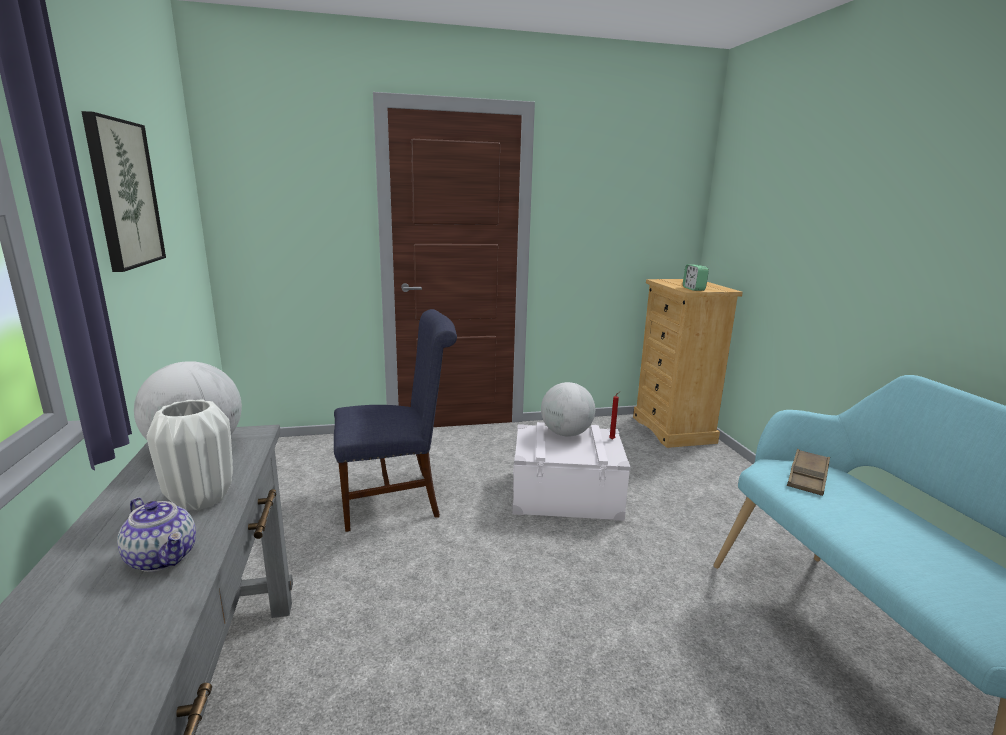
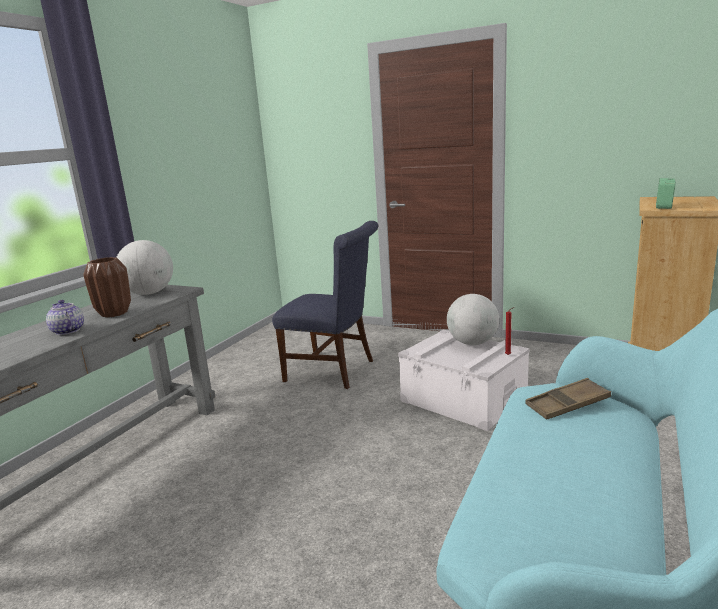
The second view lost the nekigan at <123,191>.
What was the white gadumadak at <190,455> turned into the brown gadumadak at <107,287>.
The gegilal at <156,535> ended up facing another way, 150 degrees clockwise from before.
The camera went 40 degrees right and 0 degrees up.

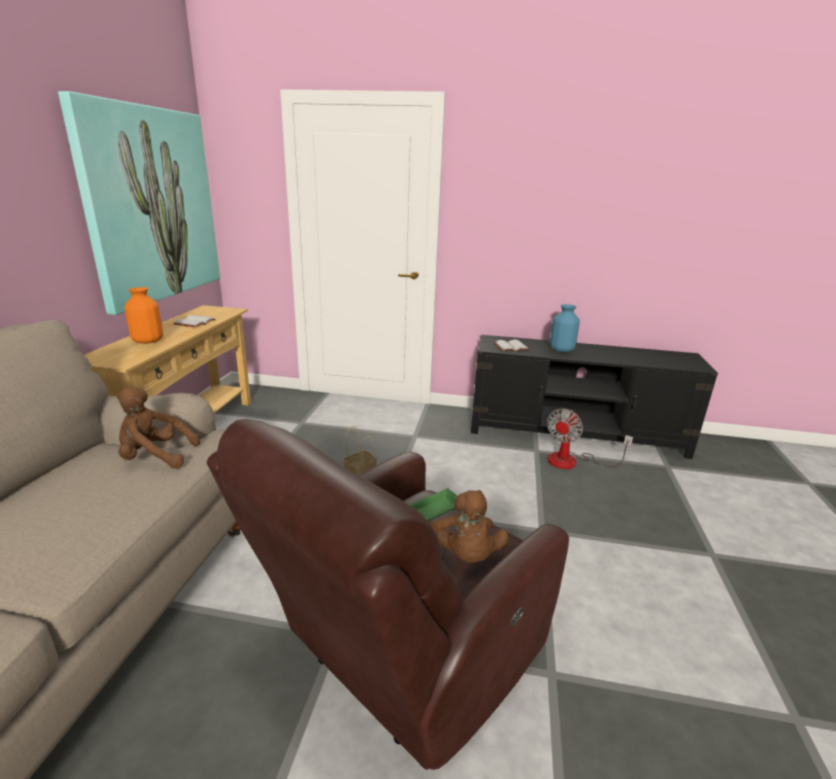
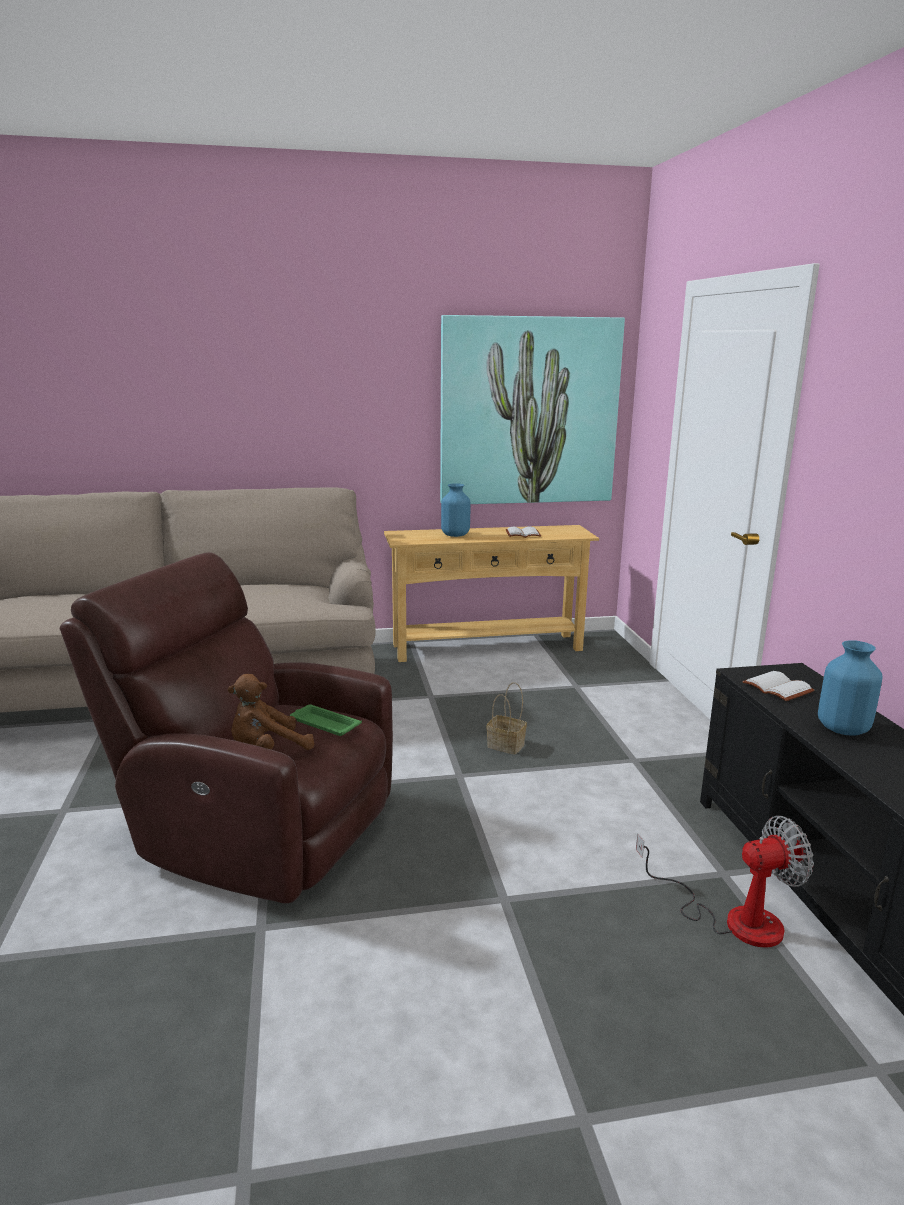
What was the orange gadumadak at <144,315> turned into the blue gadumadak at <455,510>.
The second view lost the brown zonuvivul at <158,428>.
The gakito at <590,439> ended up facing another way, 150 degrees clockwise from before.
The camera went 70 degrees right and 5 degrees down.

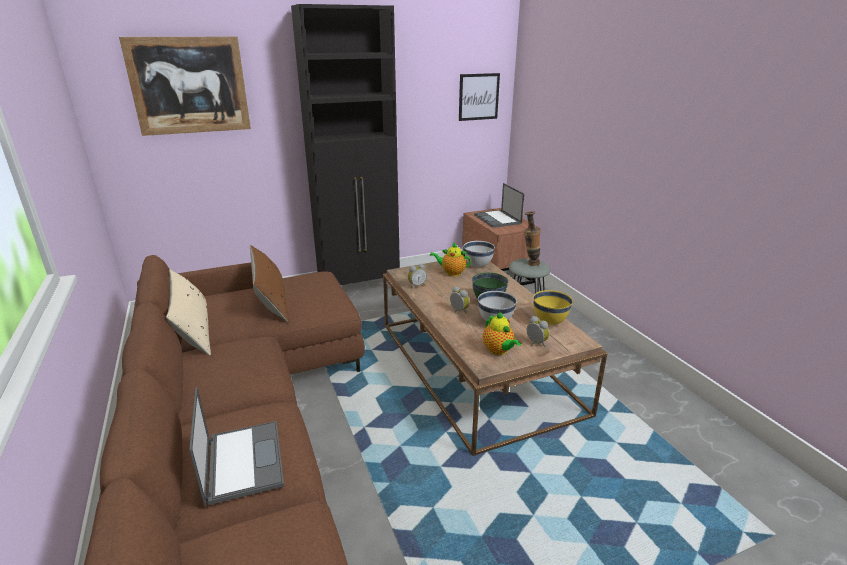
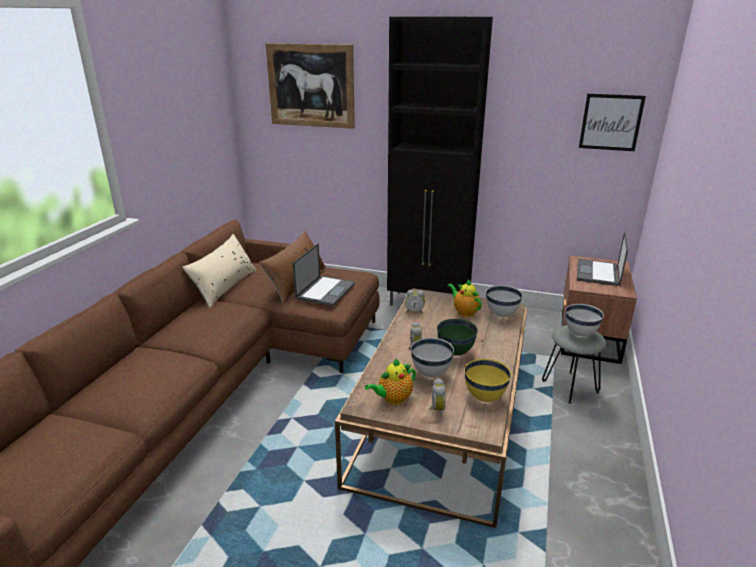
Where the gadumadak stood at <531,238>, the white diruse came to stand at <585,320>.
The gegilal at <502,333> ended up facing another way, 45 degrees clockwise from before.
The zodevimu ended up elsewhere, having gone from <236,446> to <324,274>.
The camera went 40 degrees right and 0 degrees up.

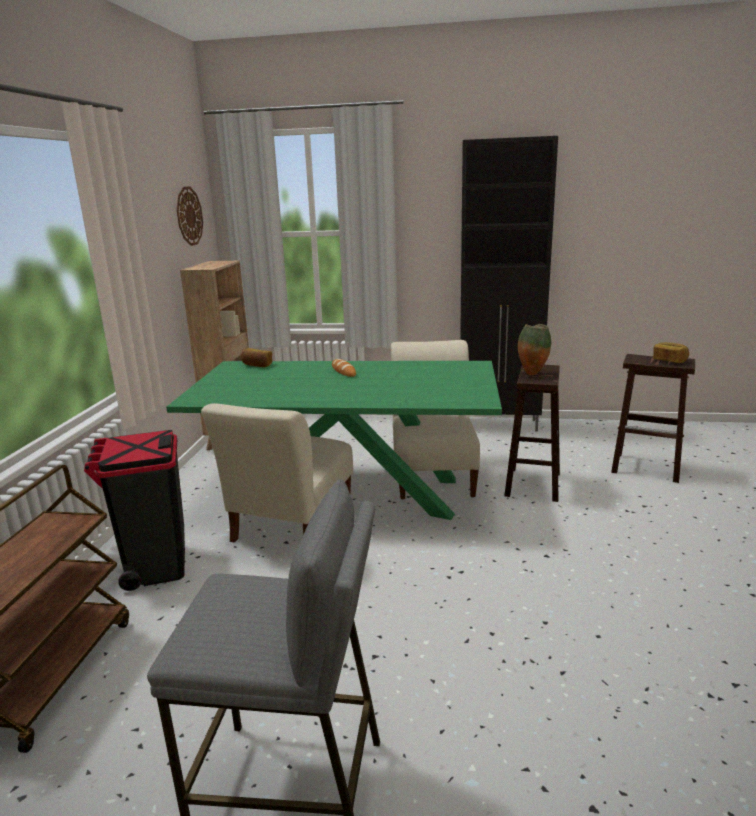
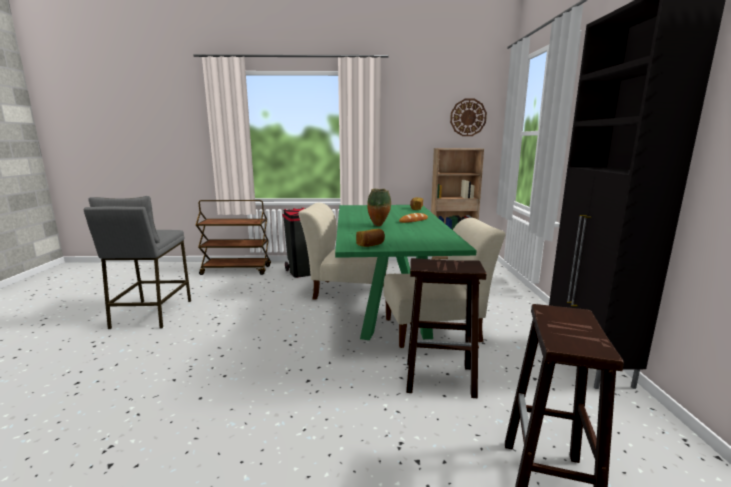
The gadumadak ended up elsewhere, having gone from <534,349> to <379,207>.
The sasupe ended up elsewhere, having gone from <671,352> to <370,238>.
The camera went 80 degrees right and 5 degrees down.

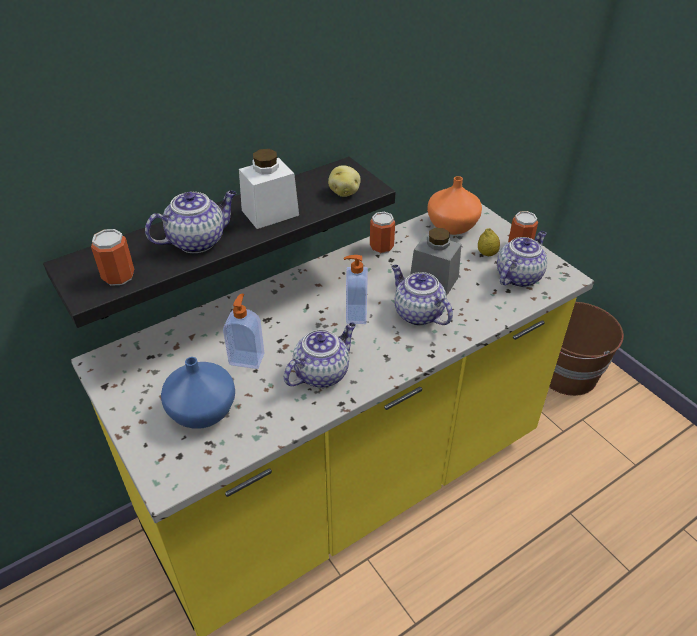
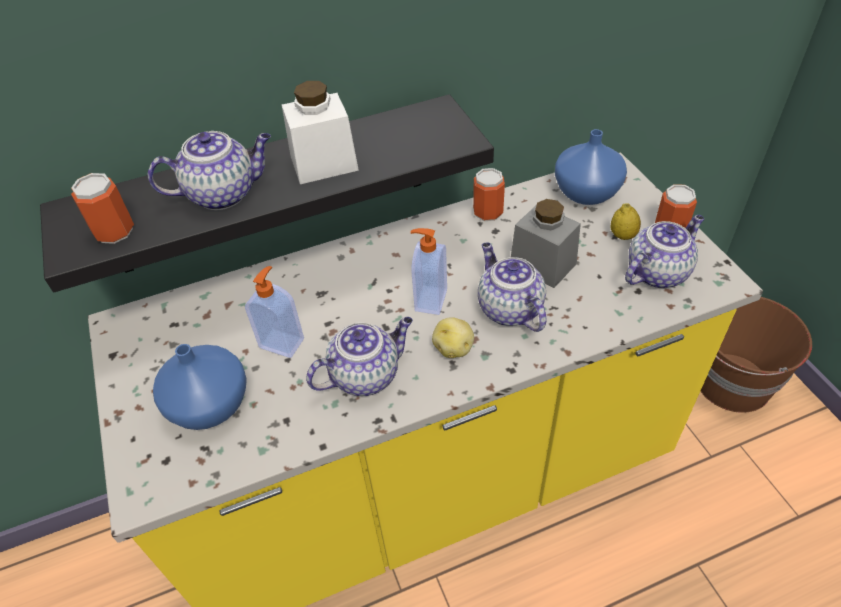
The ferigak ended up elsewhere, having gone from <344,181> to <453,337>.
What was the orange gadumadak at <454,205> turned into the blue gadumadak at <591,167>.
The camera went 15 degrees right and 5 degrees up.

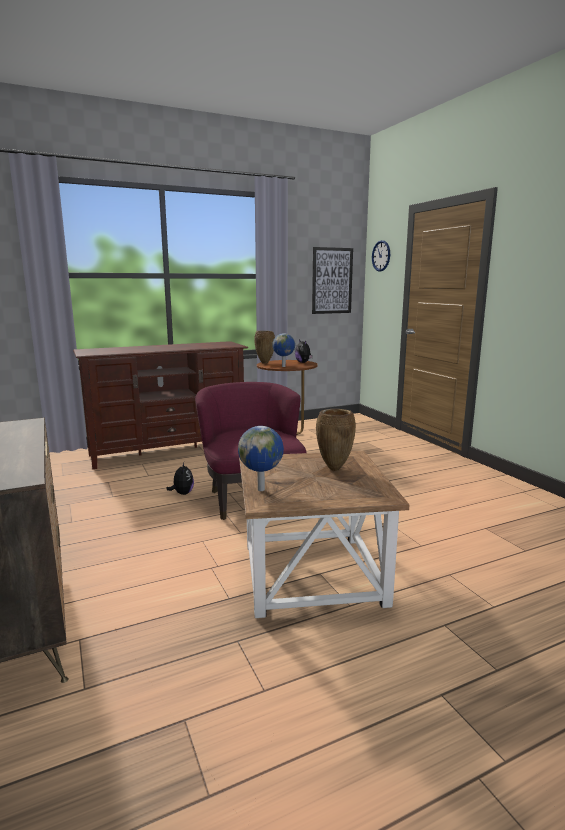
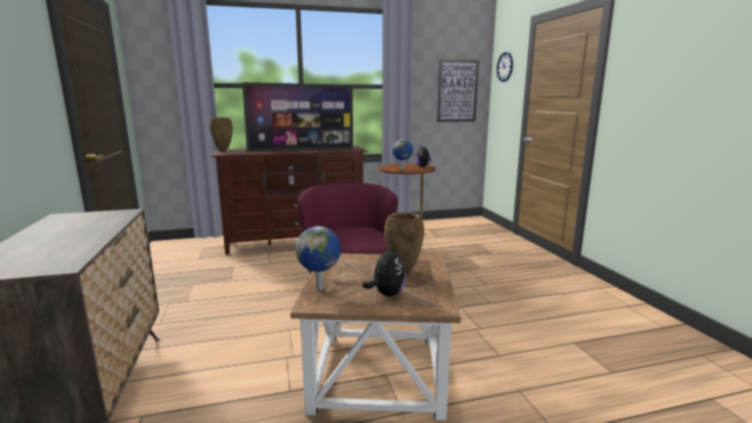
The brown gadumadak ended up elsewhere, having gone from <264,347> to <221,134>.
The zonuvivul ended up elsewhere, having gone from <180,479> to <384,271>.
The second view gained the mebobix at <297,117>.
The camera went 10 degrees right and 0 degrees up.

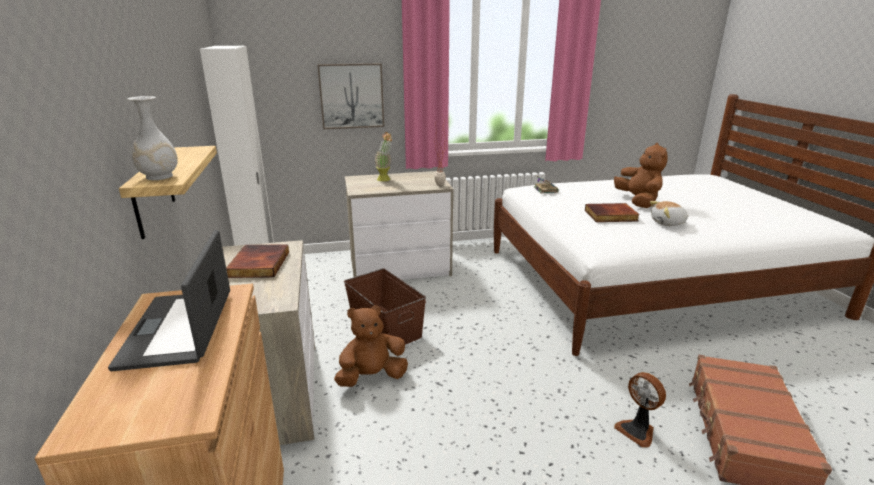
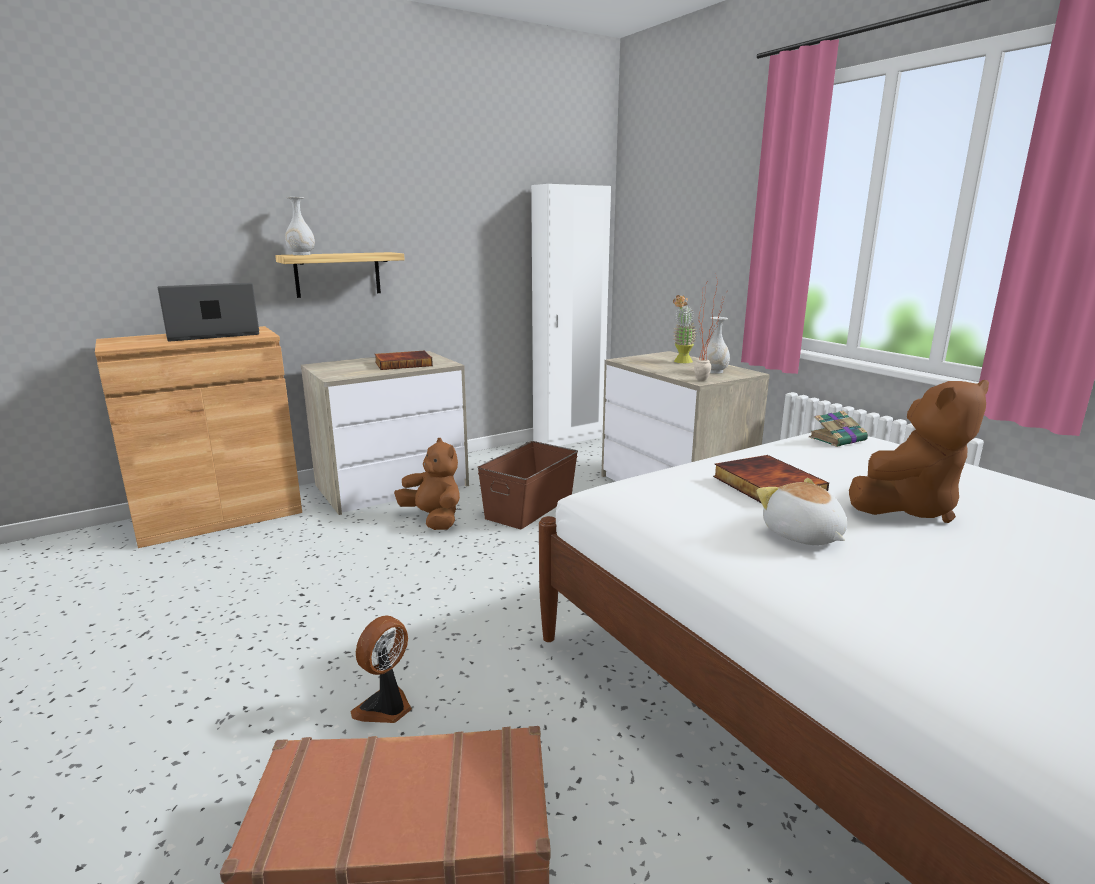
The second view lost the nekigan at <350,96>.
The second view gained the white gadumadak at <716,345>.
The camera went 70 degrees right and 5 degrees down.

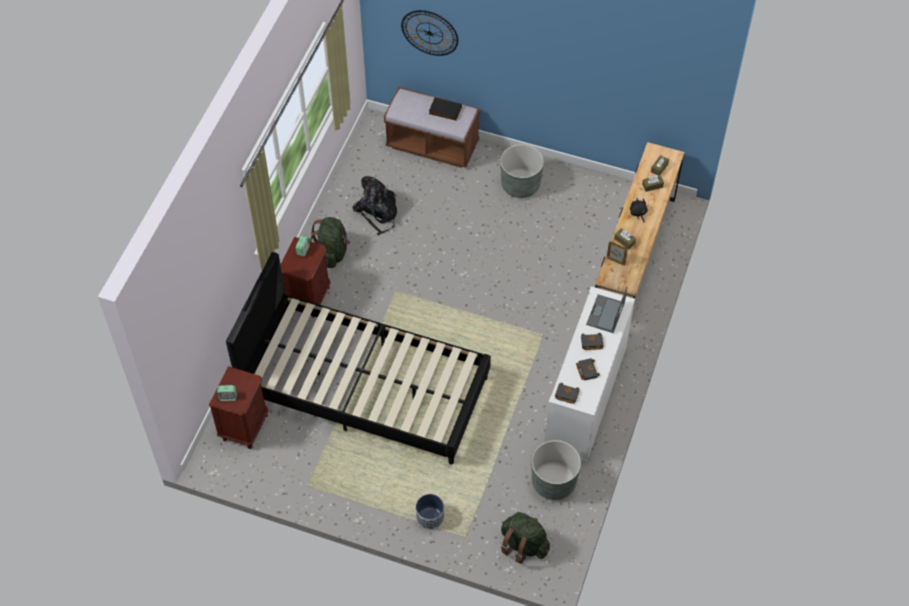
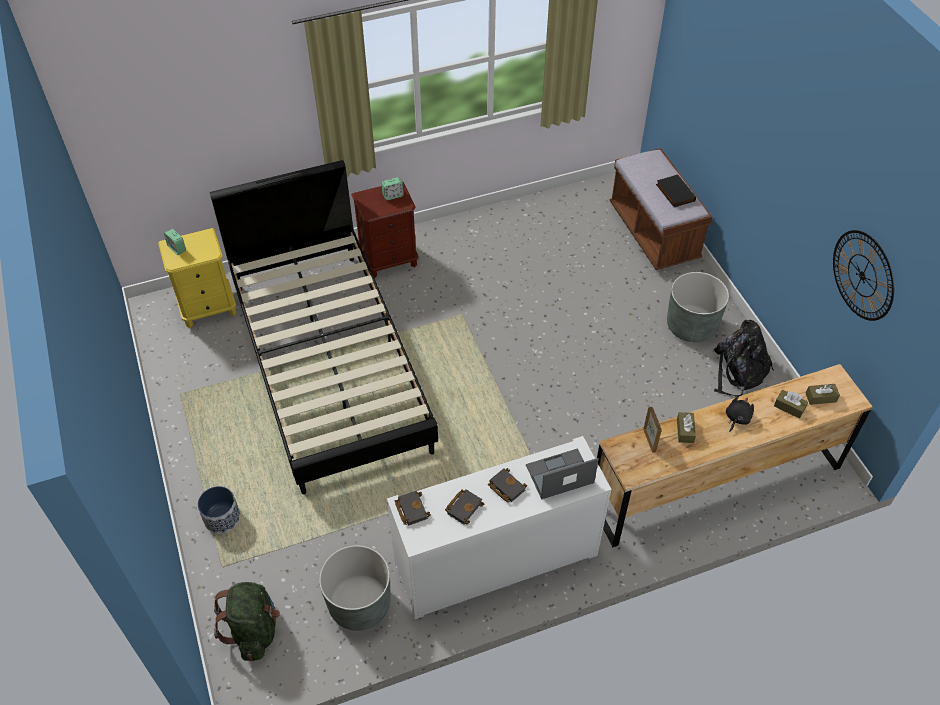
The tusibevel ended up elsewhere, having gone from <429,33> to <863,275>.
The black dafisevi ended up elsewhere, having gone from <375,205> to <743,358>.
The second view lost the green dafisevi at <330,242>.
What was the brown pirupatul at <239,407> turned into the yellow pirupatul at <197,278>.
The camera went 50 degrees right and 5 degrees down.

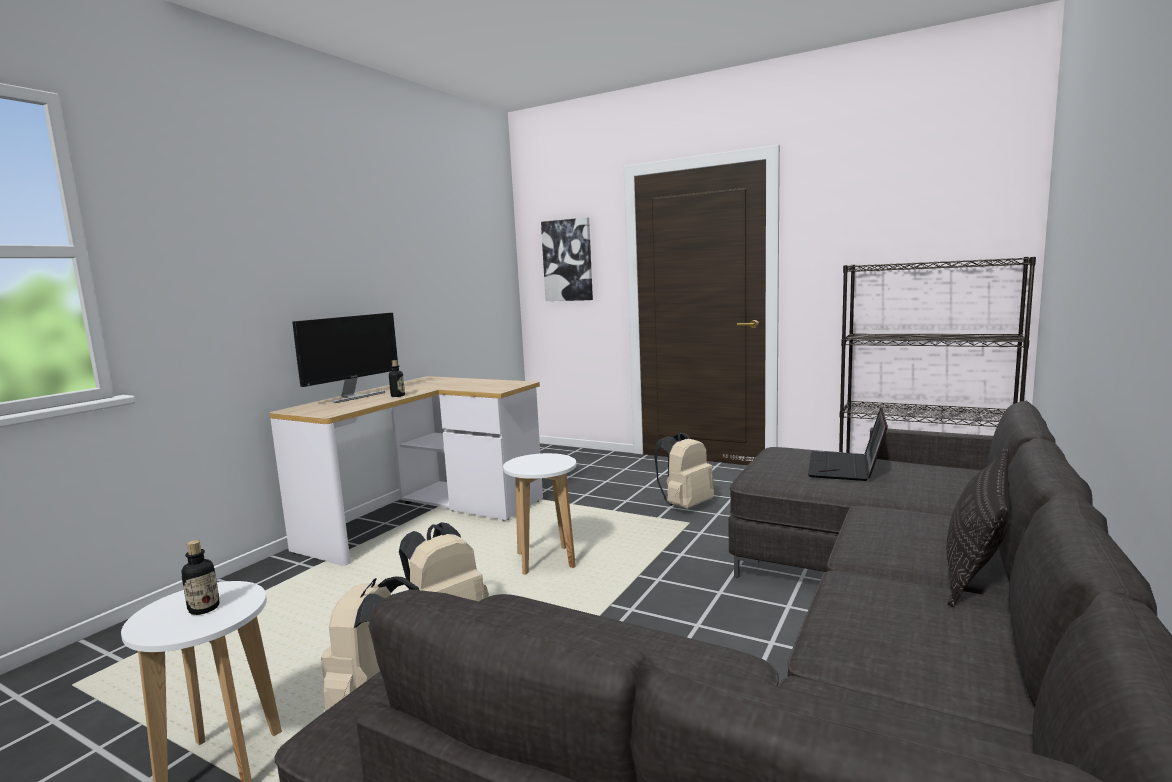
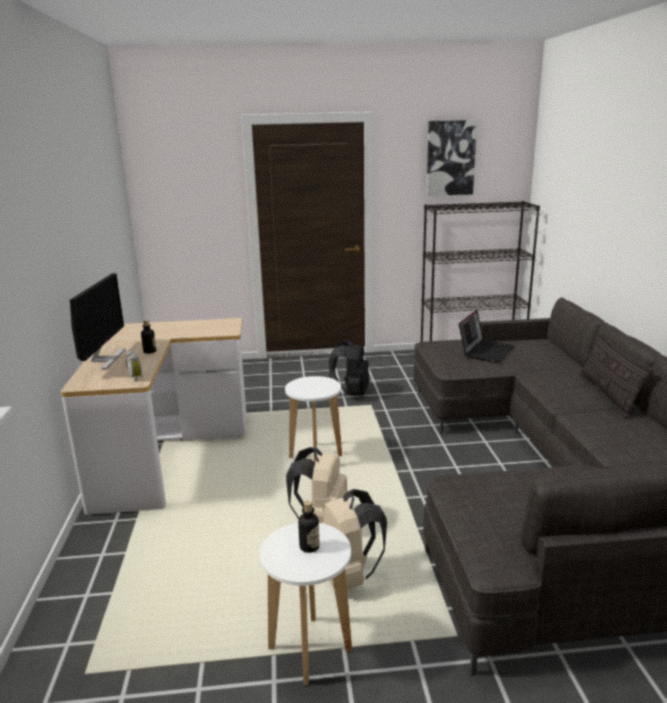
The nekigan ended up elsewhere, having gone from <567,259> to <451,158>.
The zodevimu at <848,444> ended up facing another way, 135 degrees counterclockwise from before.
What was the beige dafisevi at <684,470> turned into the black dafisevi at <349,368>.
The second view gained the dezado at <134,365>.
The camera went 35 degrees left and 10 degrees up.

